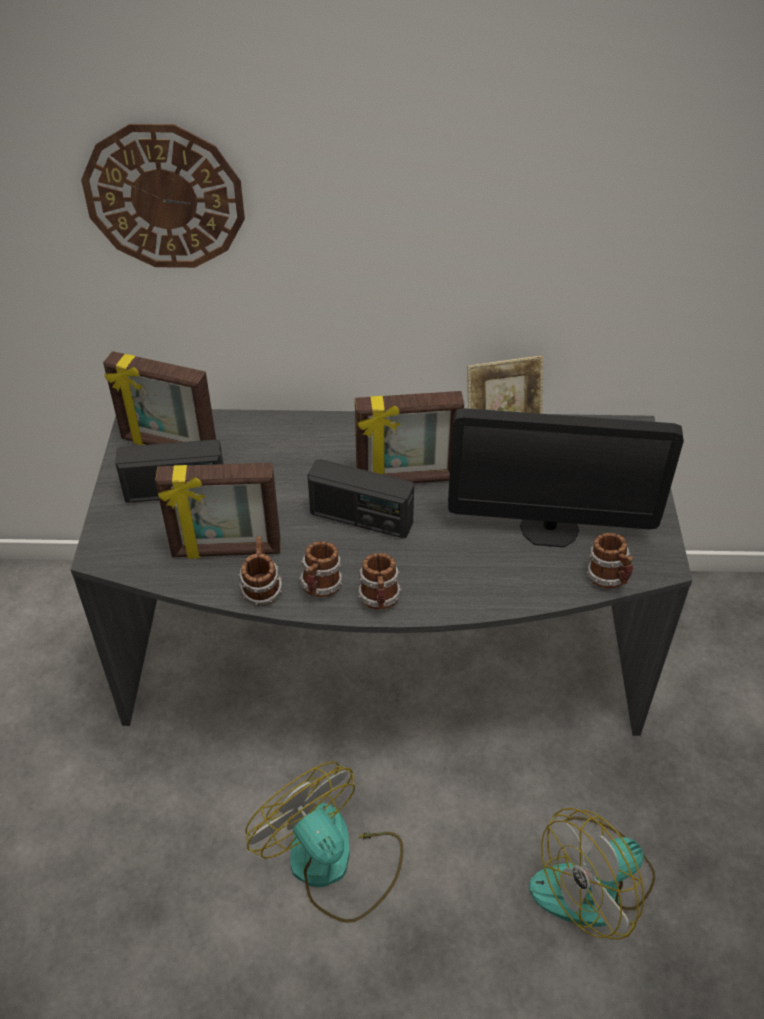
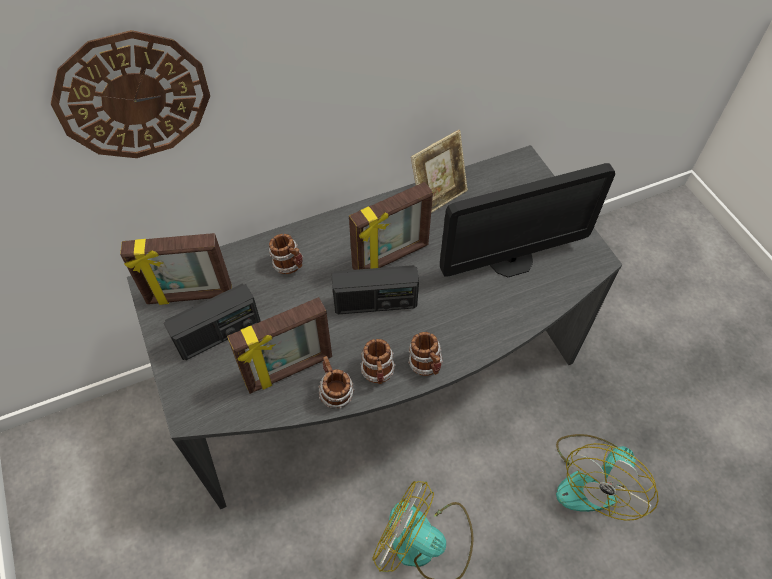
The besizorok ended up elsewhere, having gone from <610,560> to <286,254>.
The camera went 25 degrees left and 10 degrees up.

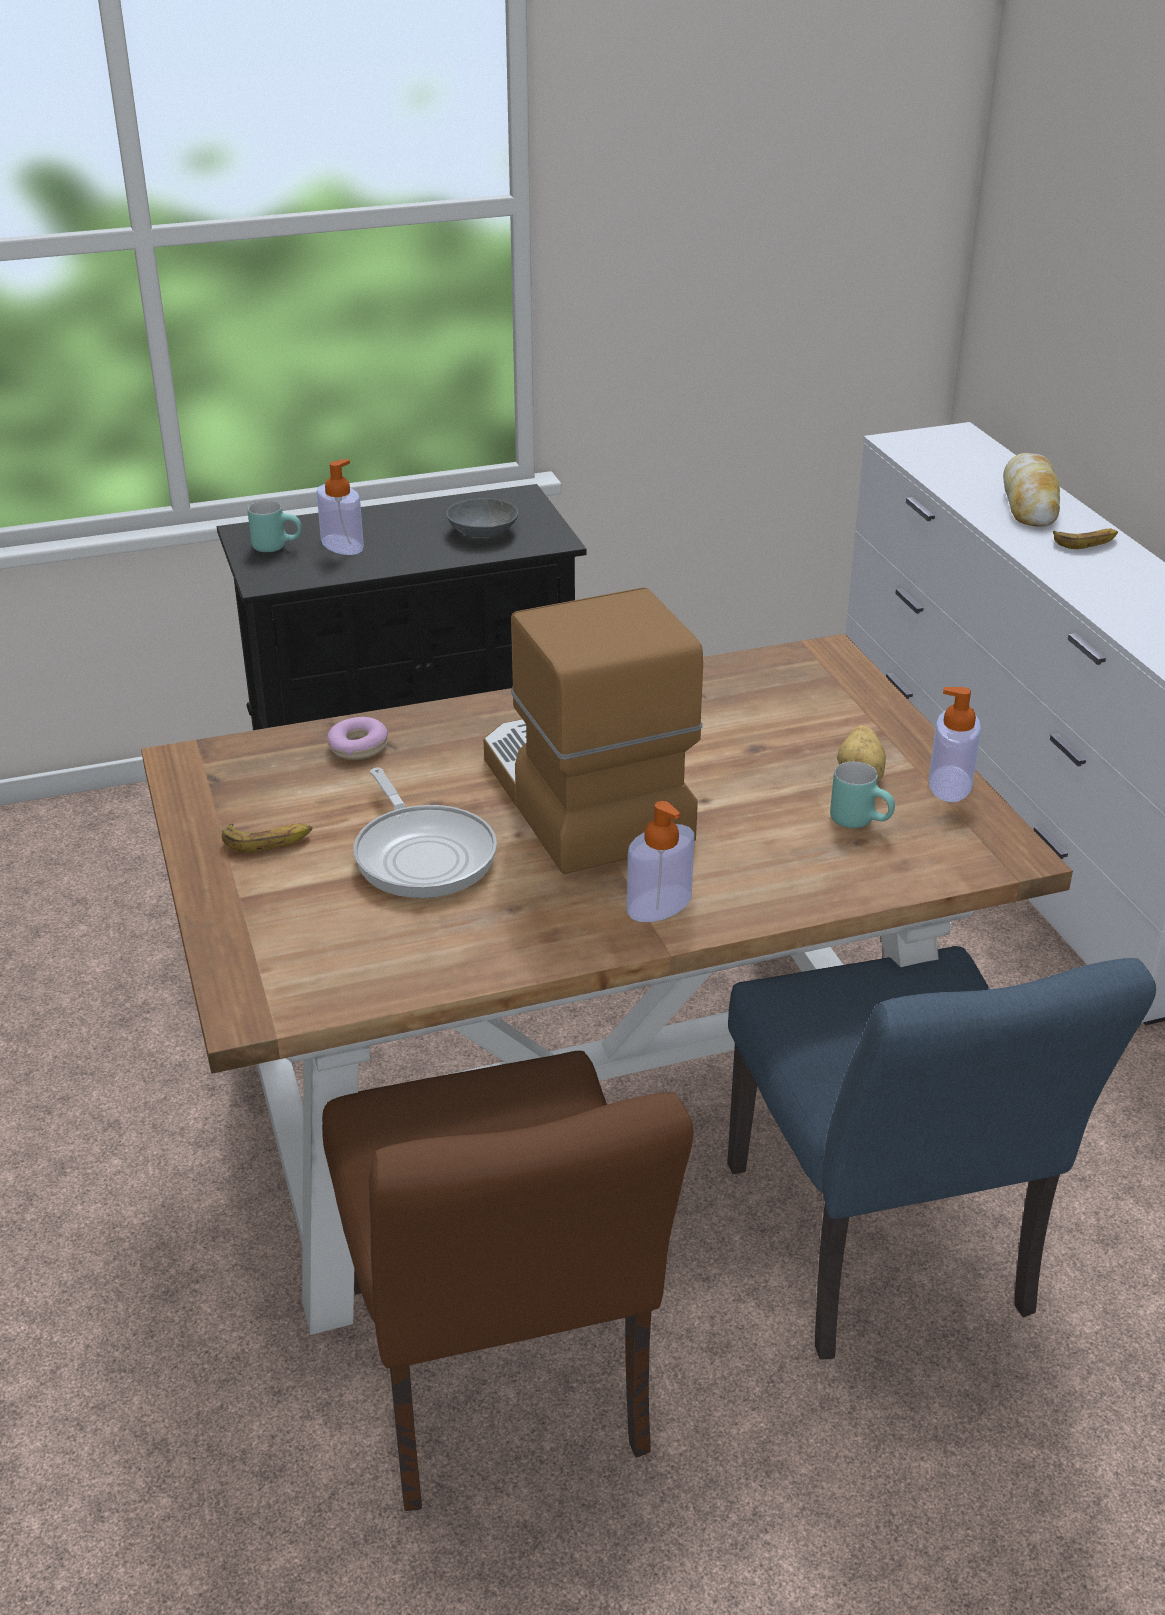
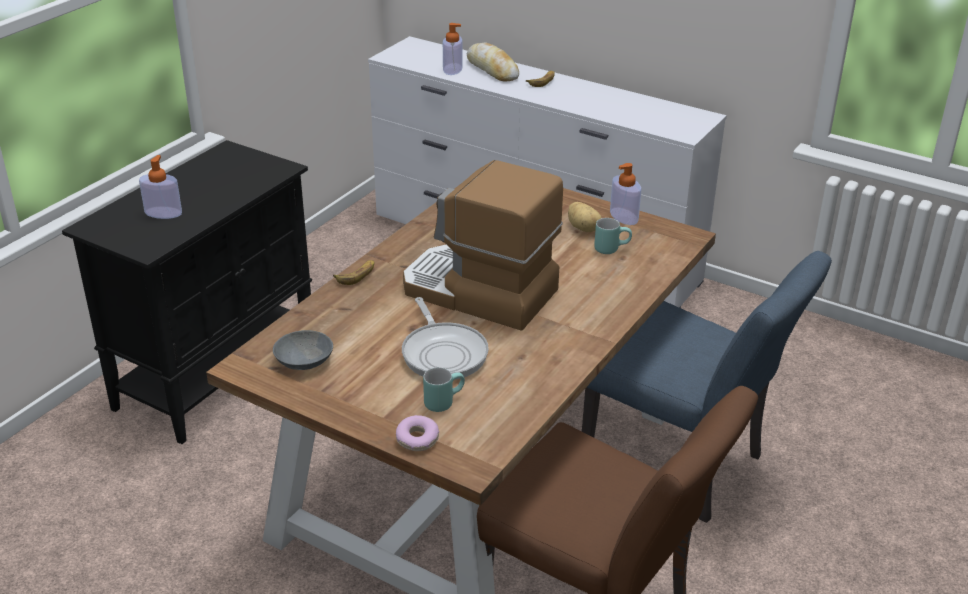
The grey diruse ended up elsewhere, having gone from <482,517> to <303,350>.
The turquoise besizorok ended up elsewhere, having gone from <275,526> to <444,389>.
The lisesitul ended up elsewhere, having gone from <358,738> to <417,433>.
The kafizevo at <425,832> ended up facing another way, 45 degrees clockwise from before.
The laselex ended up elsewhere, having gone from <660,861> to <453,49>.
The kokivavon ended up elsewhere, having gone from <267,838> to <354,272>.
The camera went 40 degrees left and 0 degrees up.

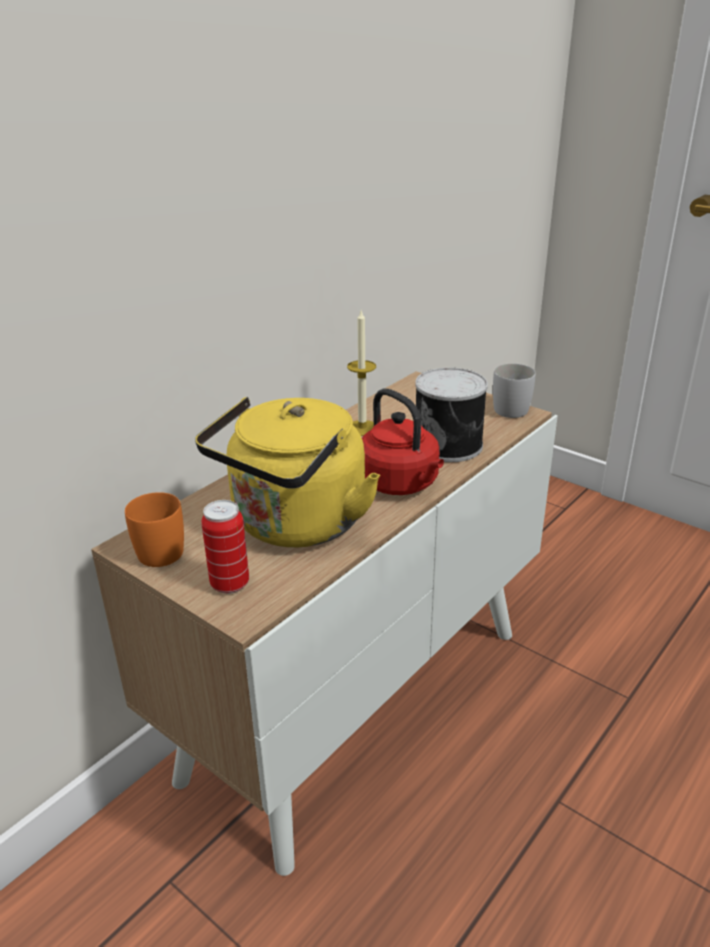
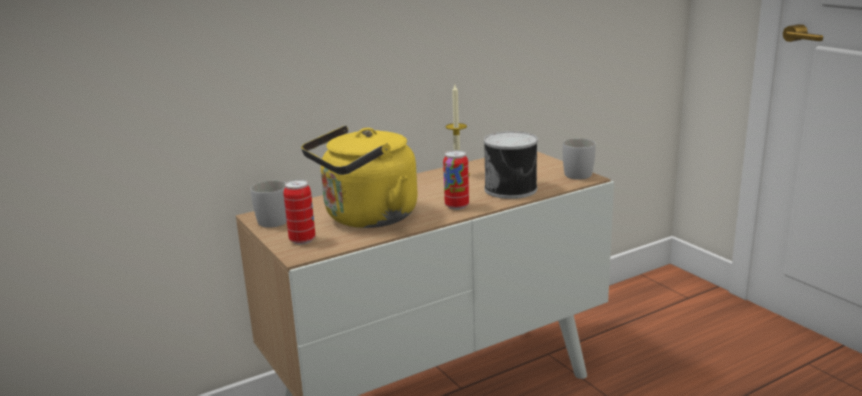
Where the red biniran stood at <403,442>, the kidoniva came to stand at <456,180>.
What was the orange besizorok at <154,529> turned into the white besizorok at <269,204>.
The camera went 20 degrees right and 10 degrees down.

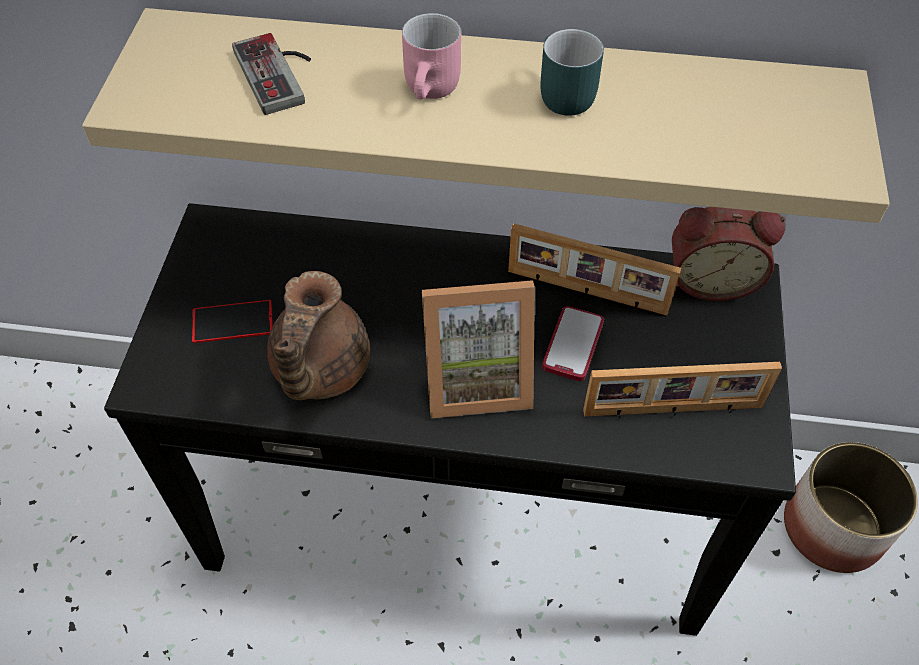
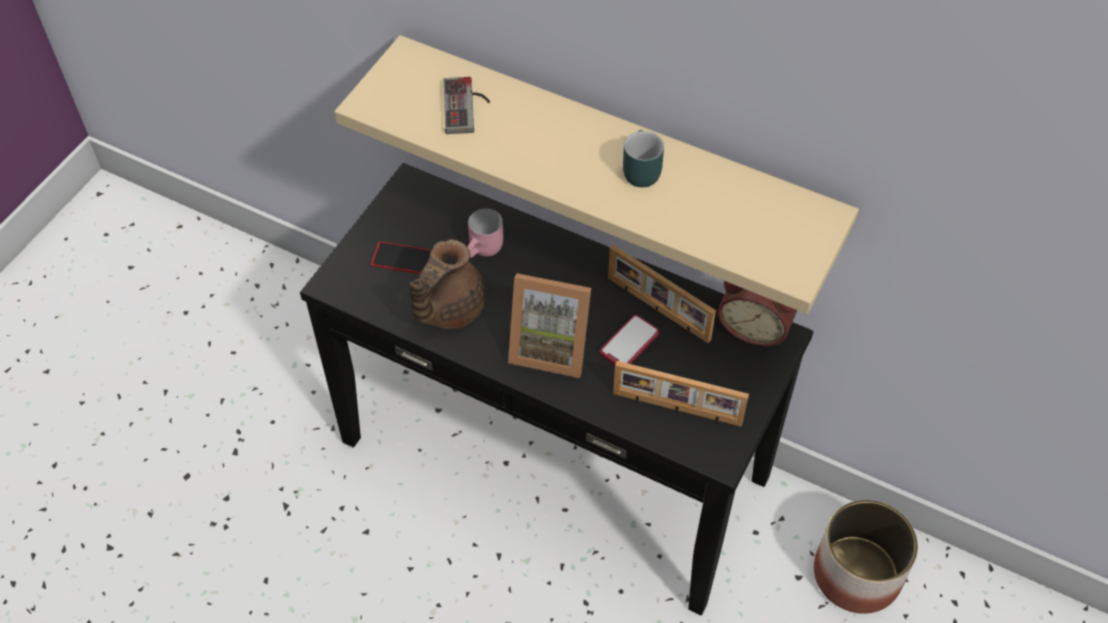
The pink besizorok ended up elsewhere, having gone from <431,56> to <485,233>.
The camera went 20 degrees right and 0 degrees up.

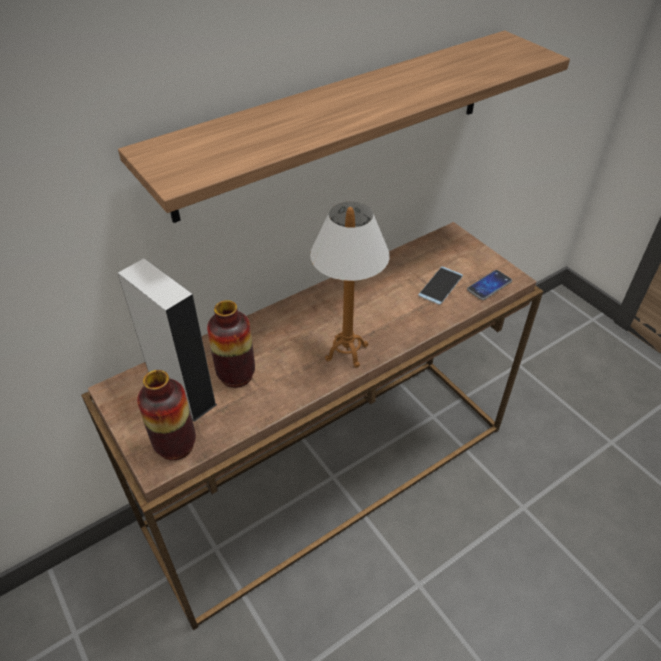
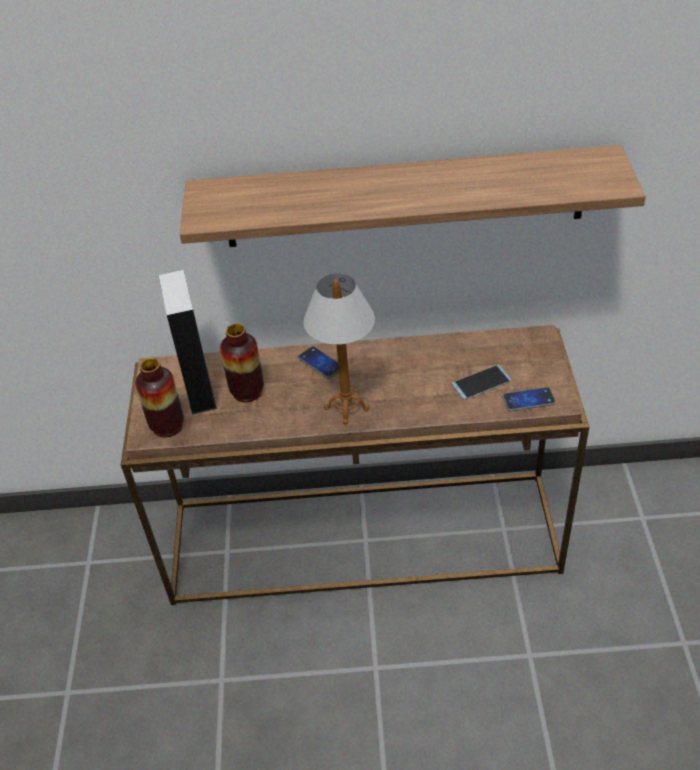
The second view gained the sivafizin at <318,362>.
The camera went 35 degrees right and 0 degrees up.

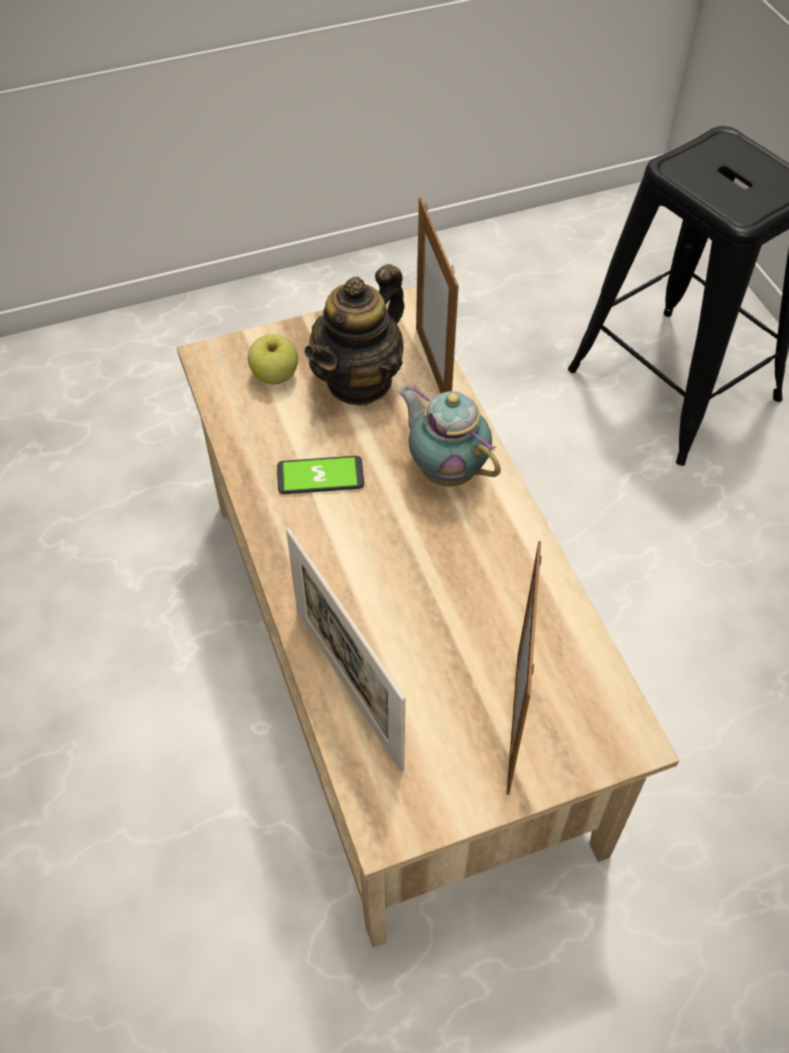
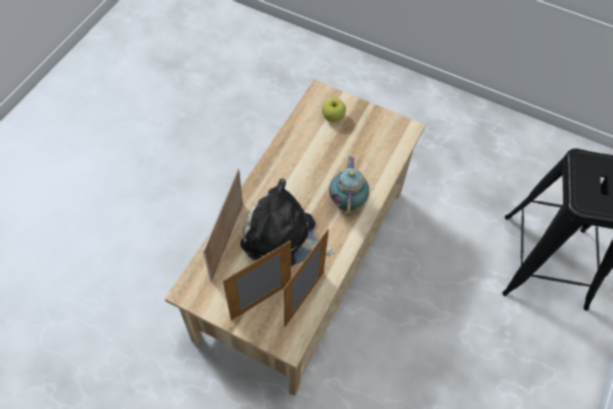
The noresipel ended up elsewhere, having gone from <437,295> to <306,278>.
The second view lost the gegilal at <354,335>.
The second view lost the sivafizin at <320,475>.
The second view gained the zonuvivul at <287,222>.
The camera went 45 degrees right and 5 degrees up.

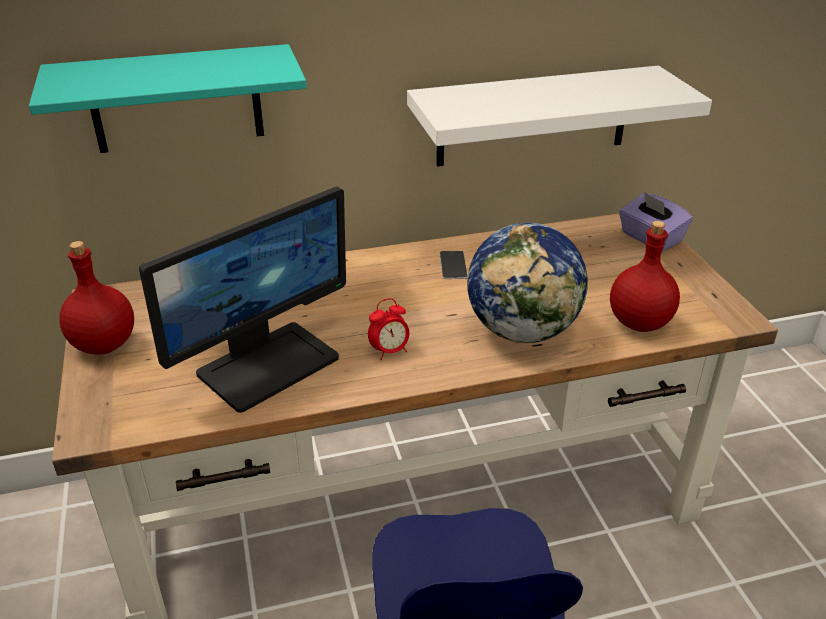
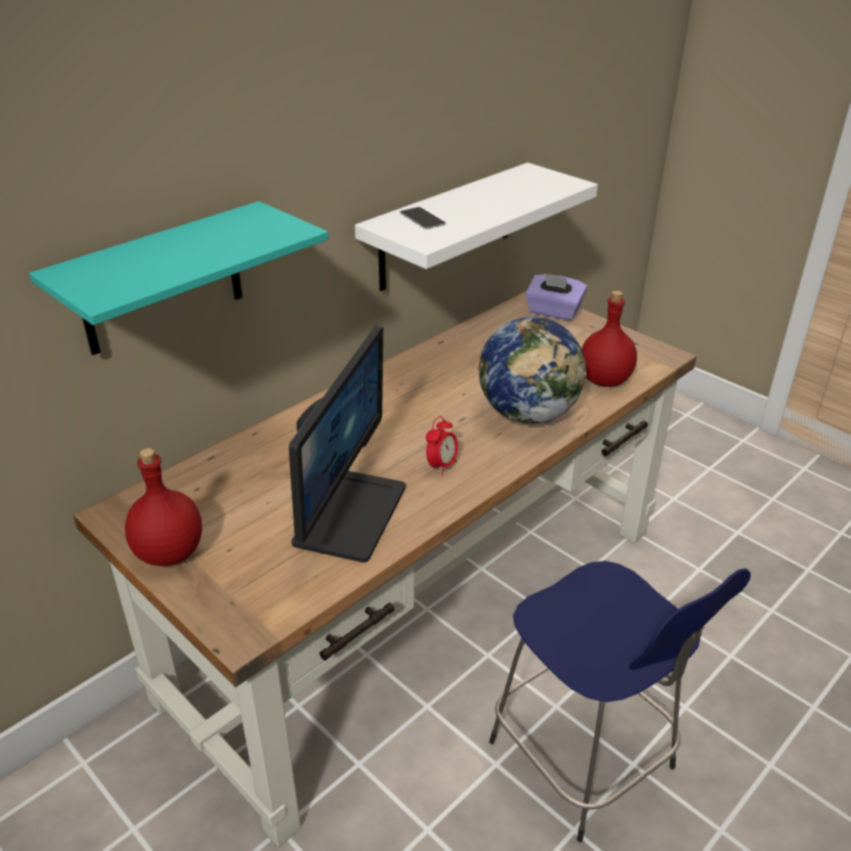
The sivafizin ended up elsewhere, having gone from <454,265> to <423,218>.
The camera went 30 degrees left and 0 degrees up.

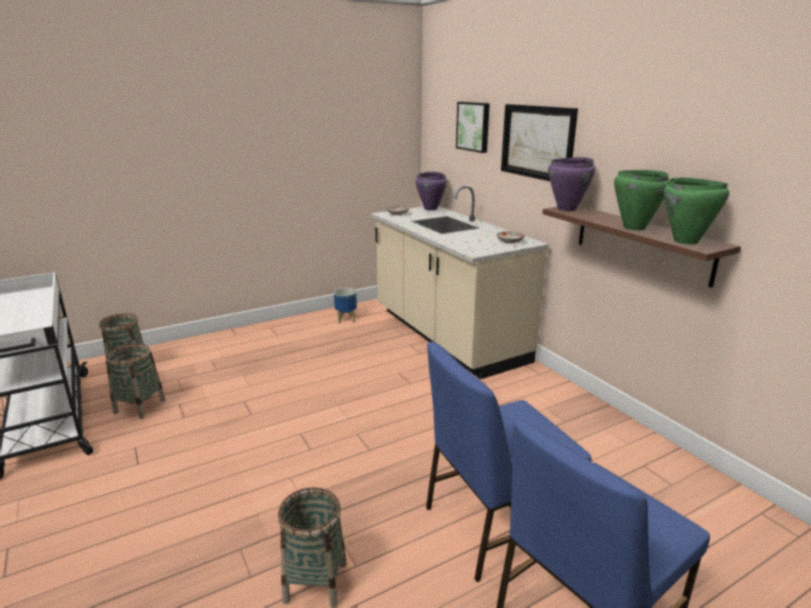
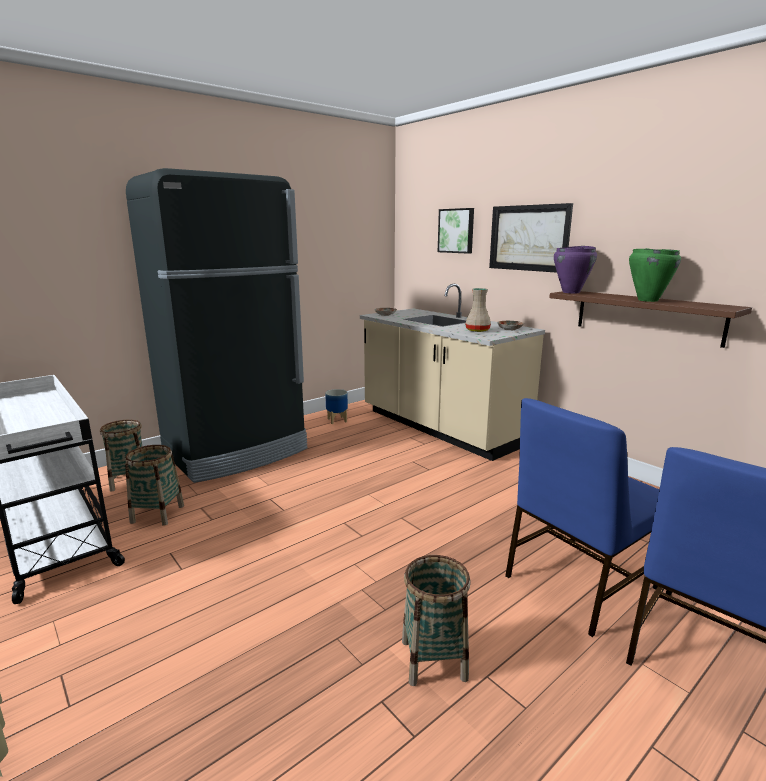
The second view lost the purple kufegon at <431,191>.
The second view lost the green kufegon at <696,211>.
The second view gained the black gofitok at <217,325>.
The second view gained the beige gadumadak at <478,310>.
The camera went 10 degrees left and 5 degrees down.

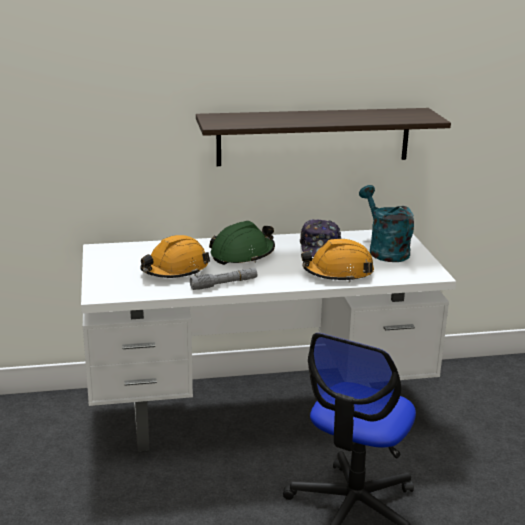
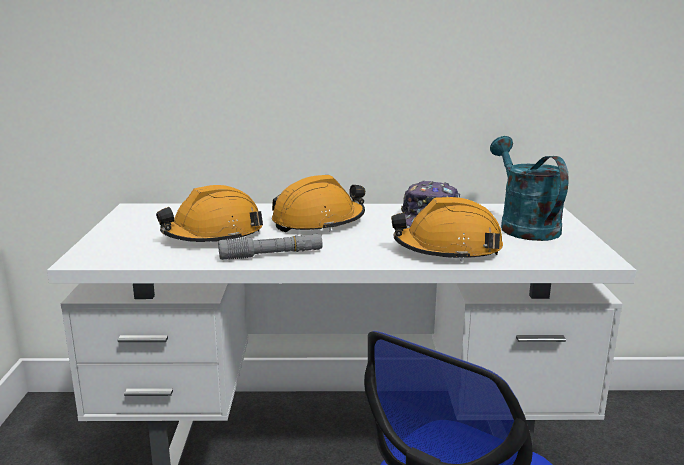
The second view lost the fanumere at <323,137>.
What was the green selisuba at <242,243> turned into the orange selisuba at <318,203>.
The camera went 10 degrees right and 5 degrees down.

